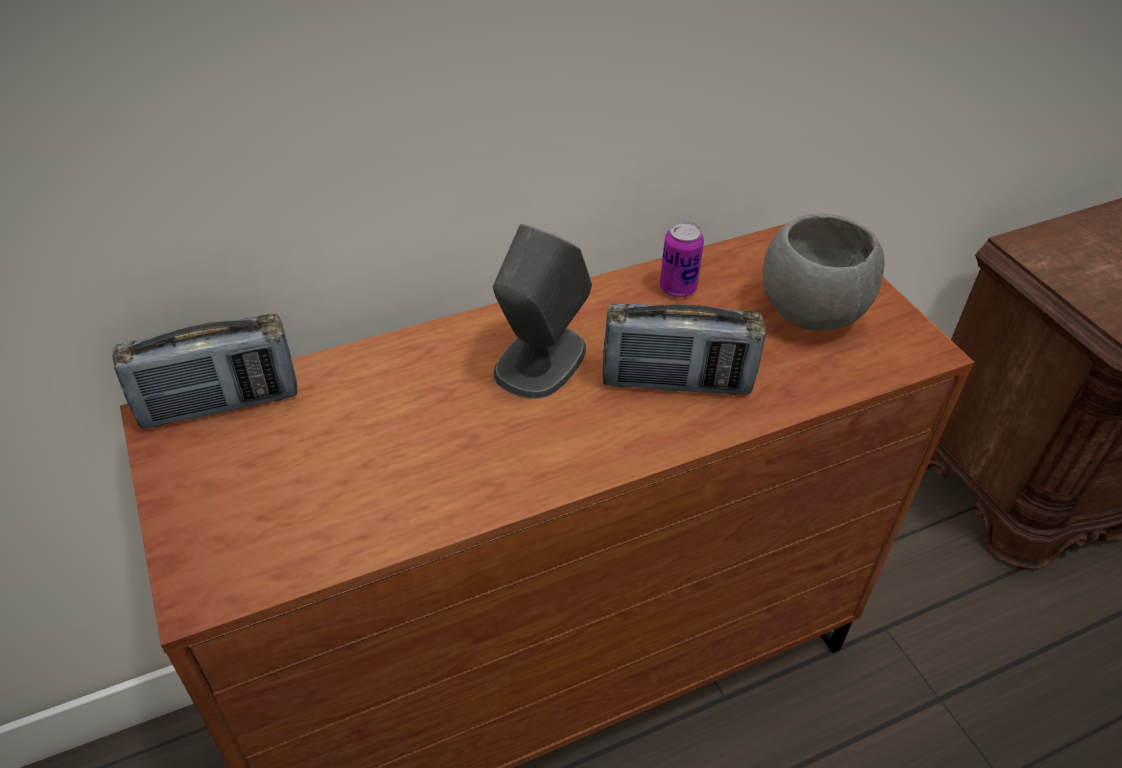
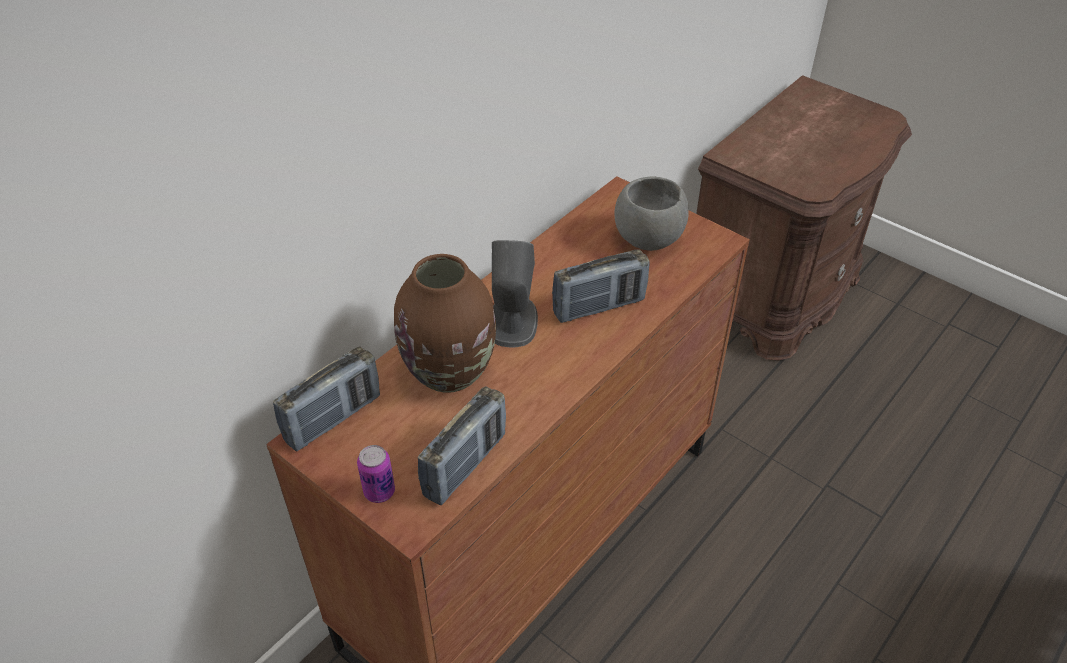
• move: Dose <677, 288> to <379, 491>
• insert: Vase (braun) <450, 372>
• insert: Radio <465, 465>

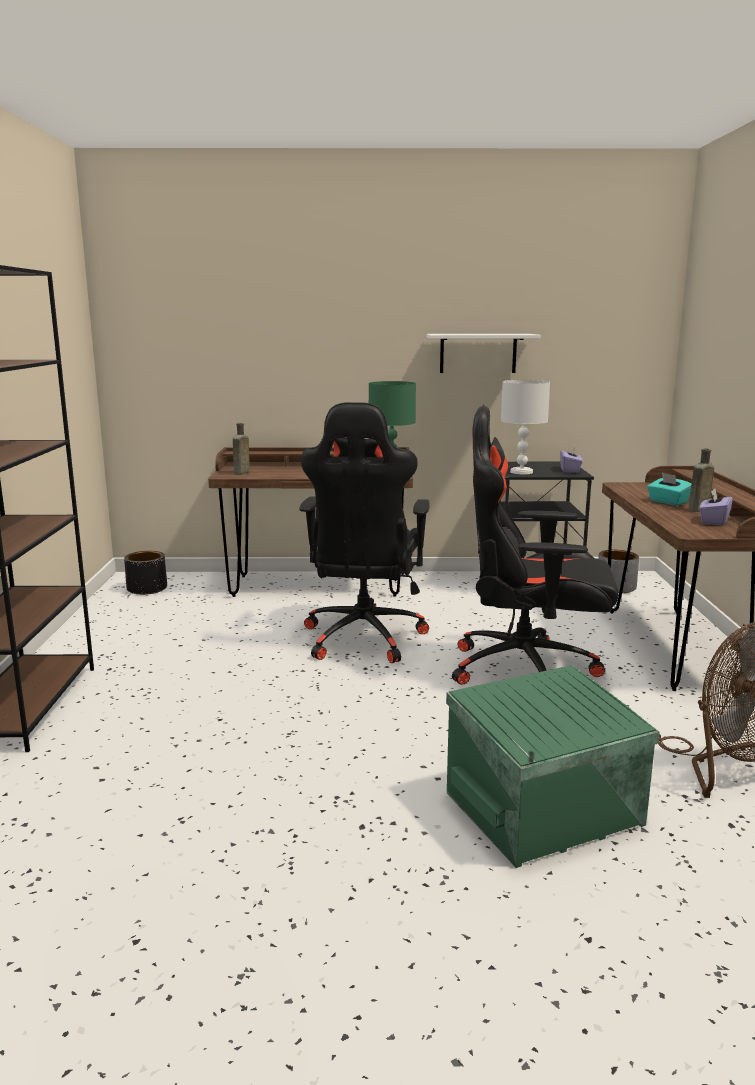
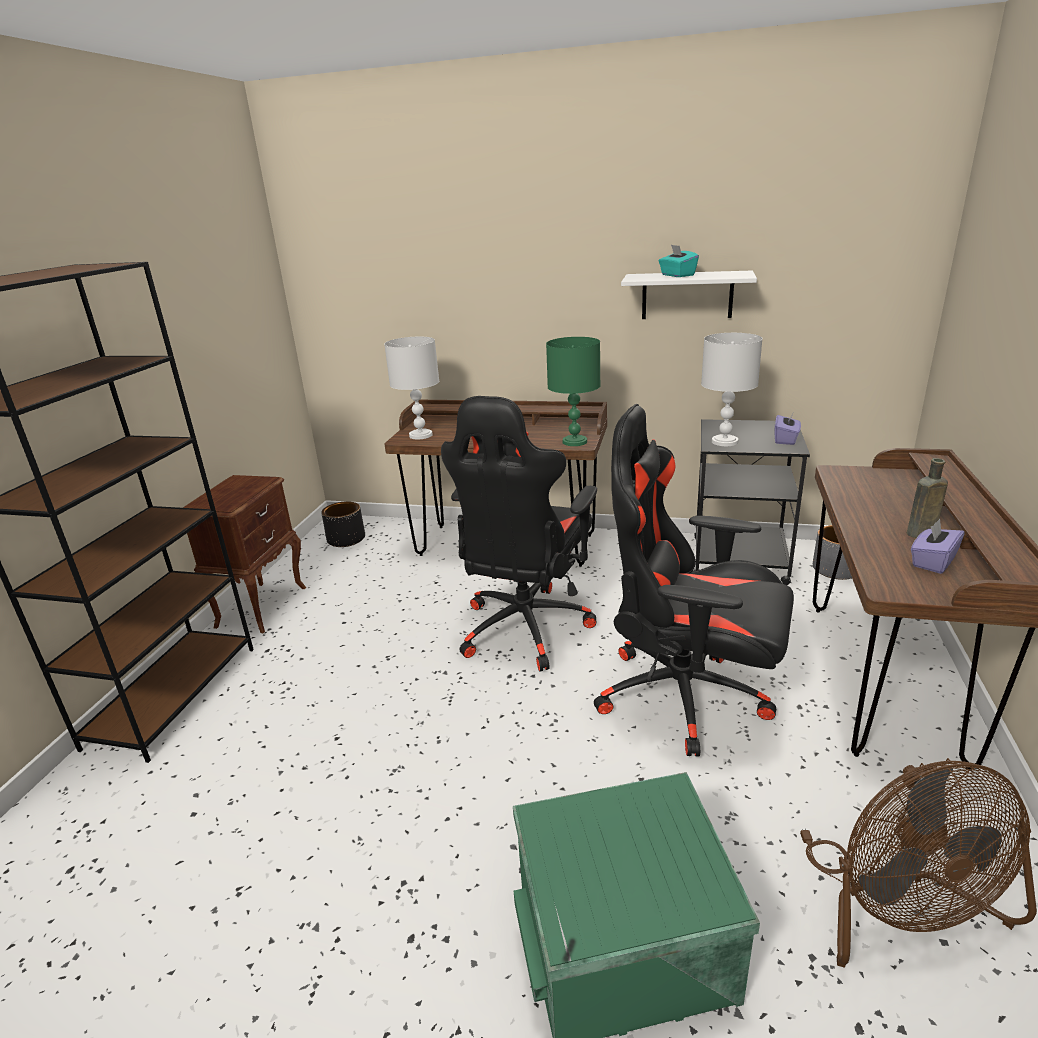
• replace: Flasche (braun) <241, 473> to Tischlampe (weiß) <421, 435>
• move: Taschentuchbox (türkis) <667, 502> to <677, 275>
• insert: Nachttisch (braun) <262, 607>

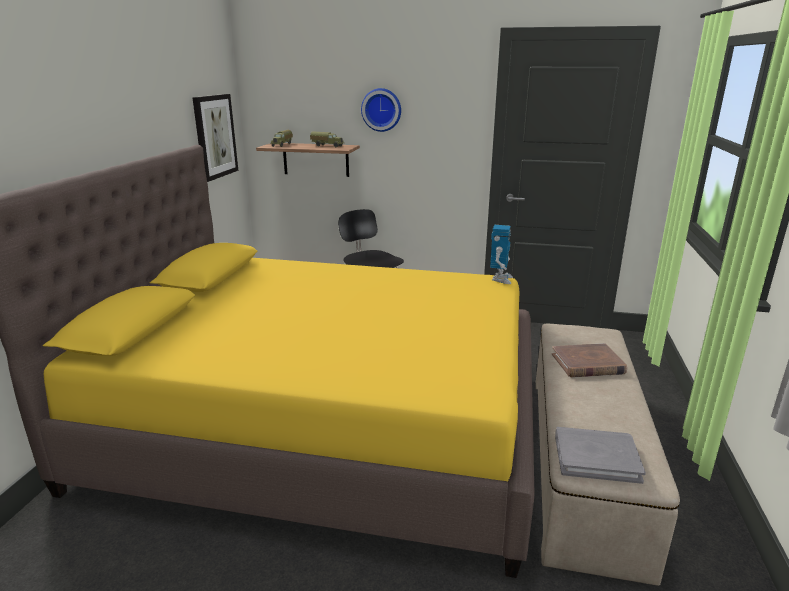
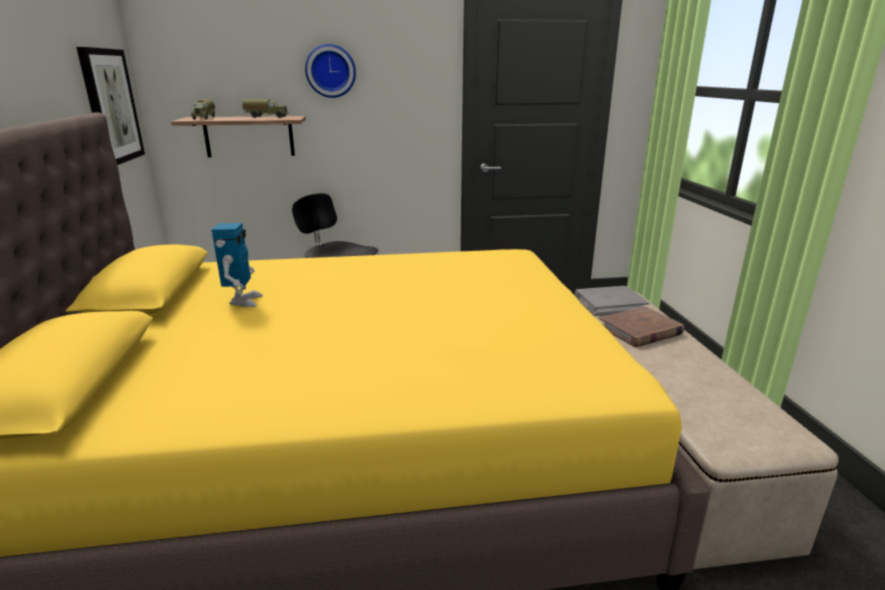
• move: Spielzeugroboter <500, 279> to <243, 301>
• move: Buch (grau) <596, 457> to <609, 304>

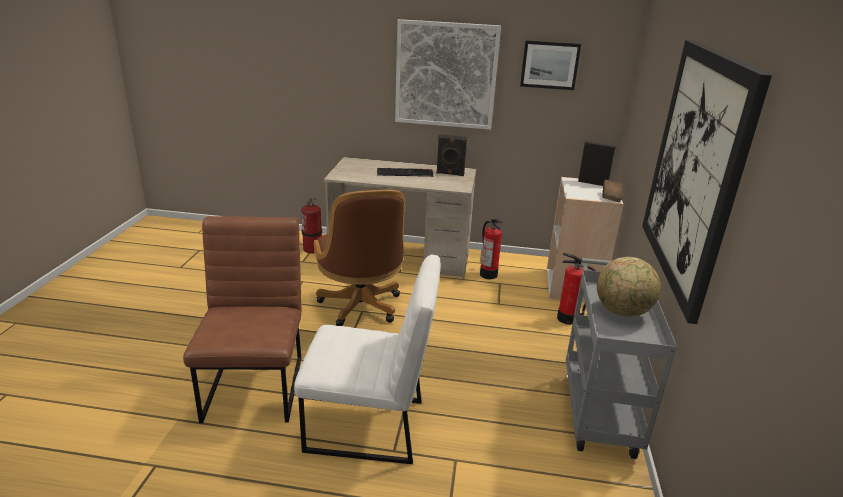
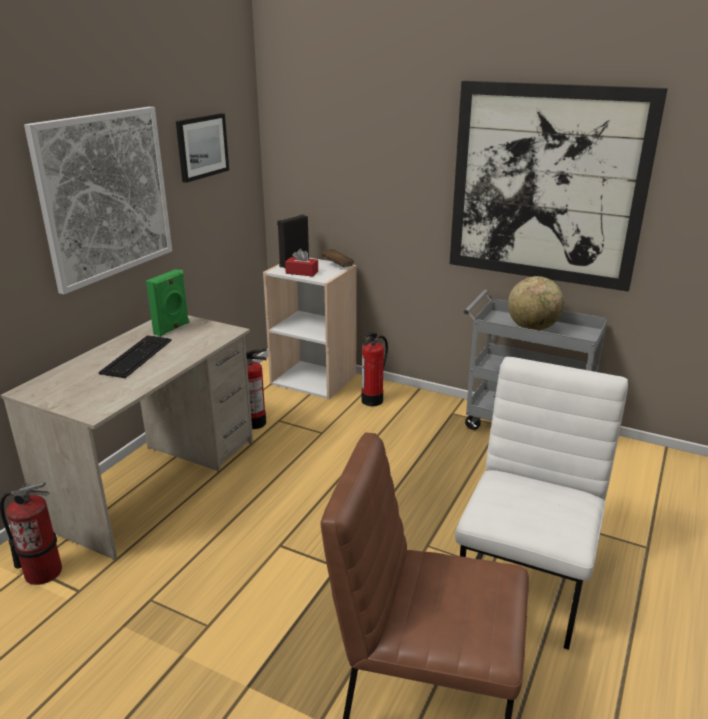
• recolor: Lautsprecher (schwarz) <450, 174> to Lautsprecher (grün) <172, 328>
• delete: Bürostuhl (braun) <362, 310>
• insert: Taschentuchbox (rot) <302, 272>

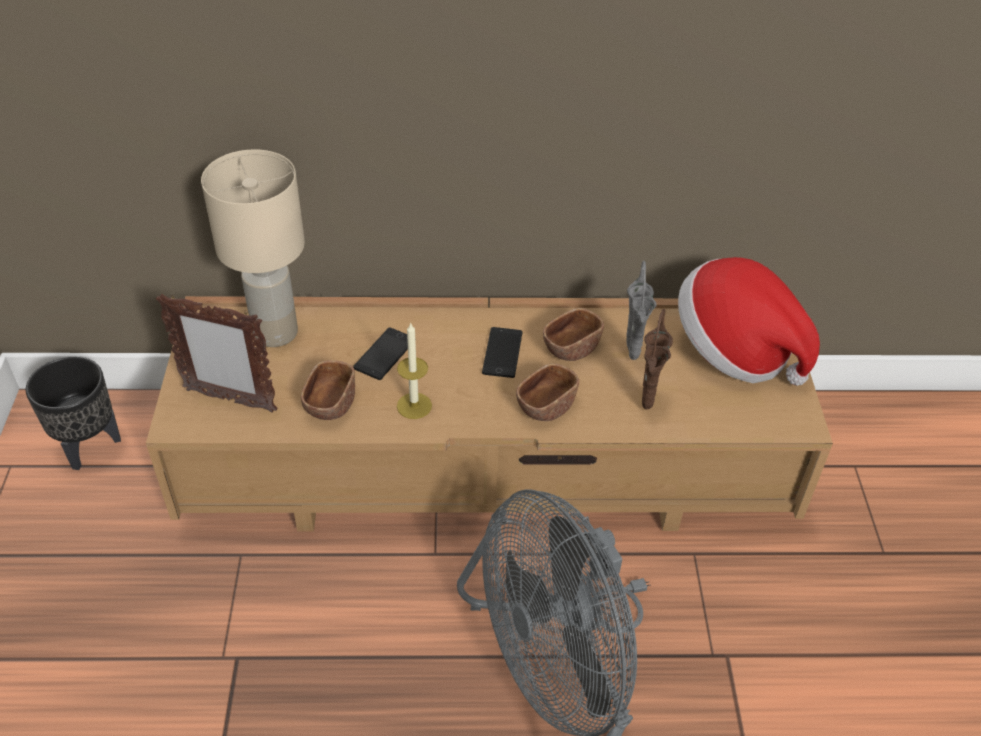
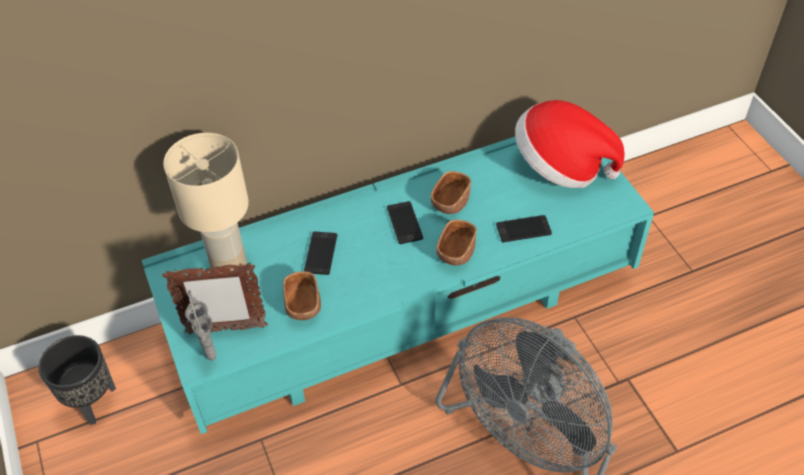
• move: Vase (grau) <632, 358> to <211, 358>
• recolor: Fernsehschrank (braun) <489, 462> to Fernsehschrank (türkis) <404, 303>
• replace: Vase (braun) <646, 407> to Handy <523, 229>
• delete: Kerze <414, 406>

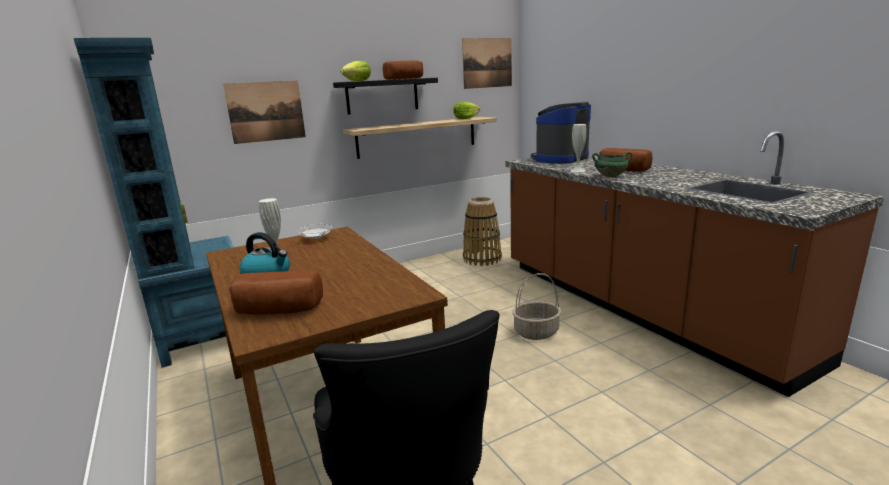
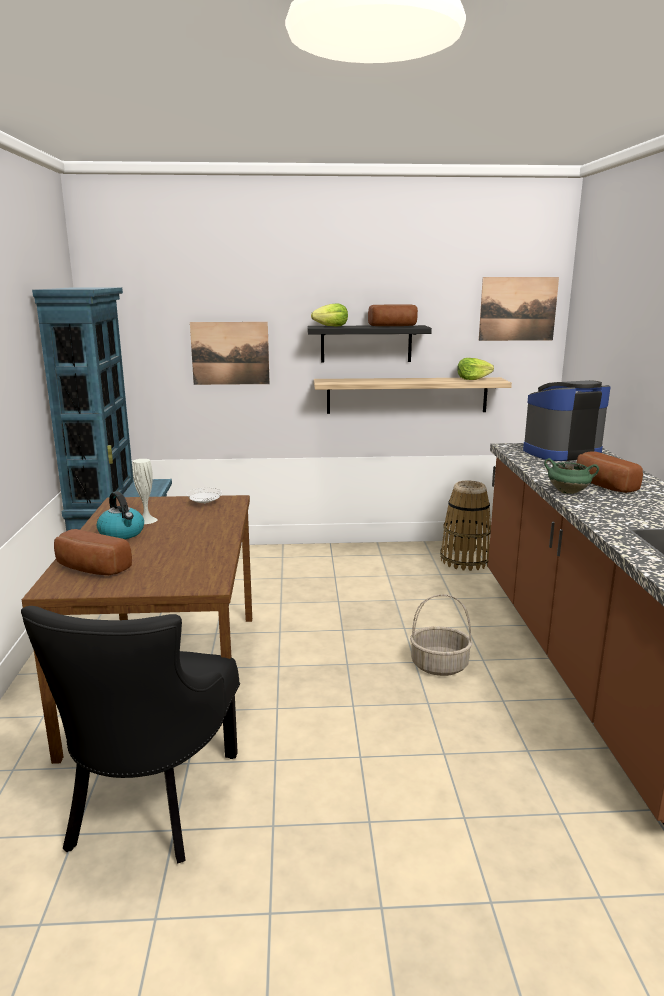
• delete: Vase (weiß) <577, 170>

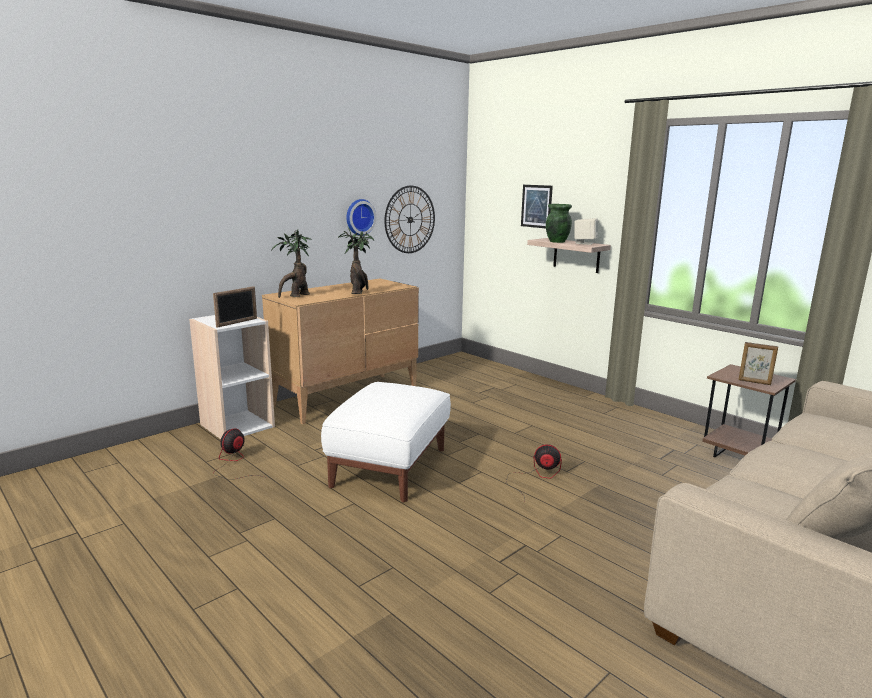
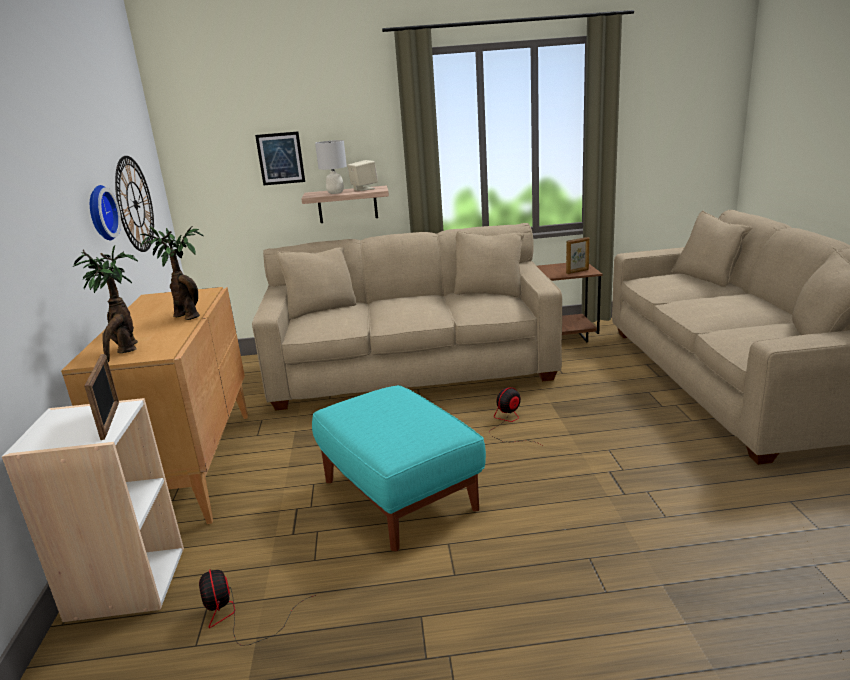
• replace: Vase (grün) <557, 241> to Tischlampe (grau) <335, 193>
• recolor: Polsterhocker (weiß) <389, 467> to Polsterhocker (türkis) <399, 495>
• insert: Sofa (beige) <412, 370>

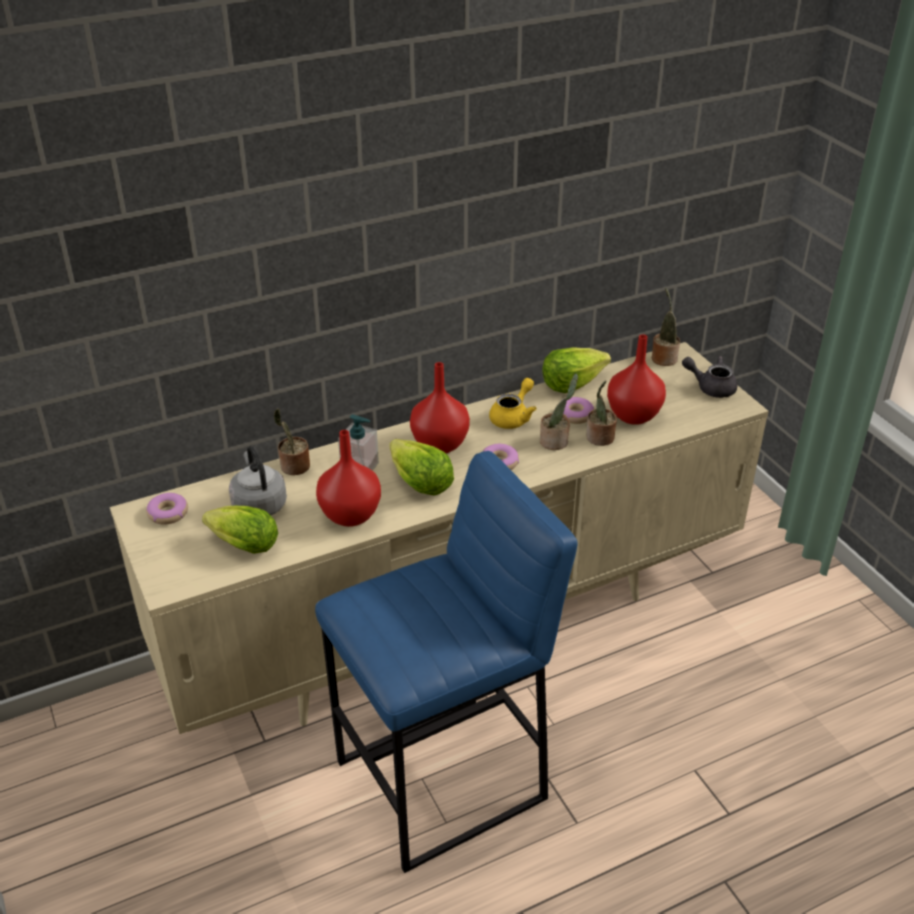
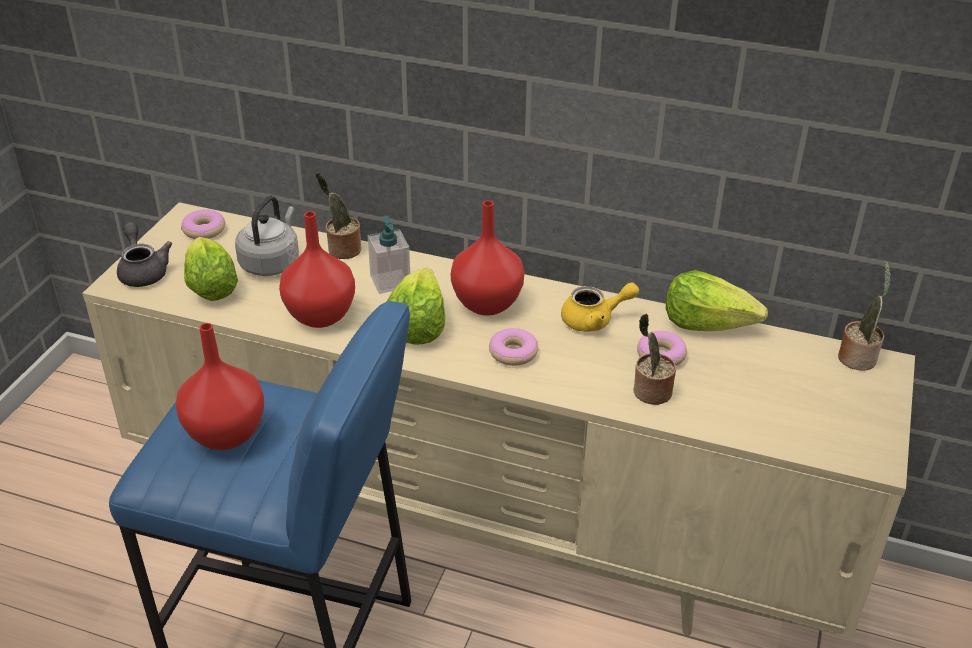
• move: Vase (rot) <634, 415> to <227, 435>
• move: Teekanne (grau) <711, 387> to <143, 271>
• delete: Topfpflanze <556, 441>

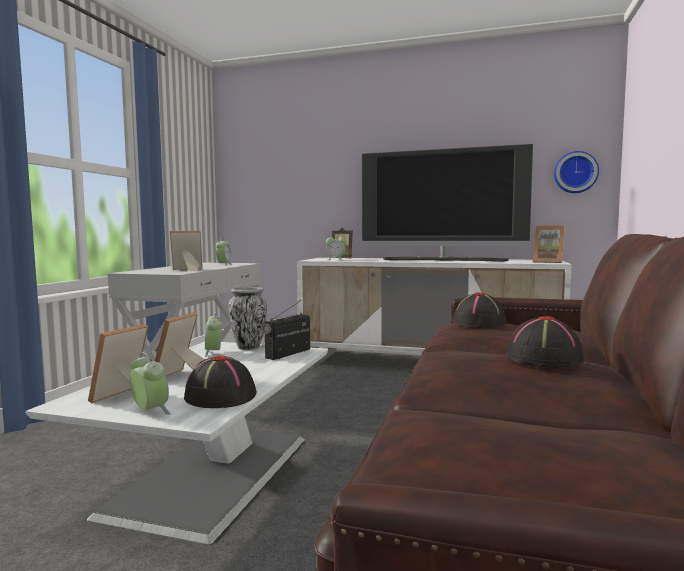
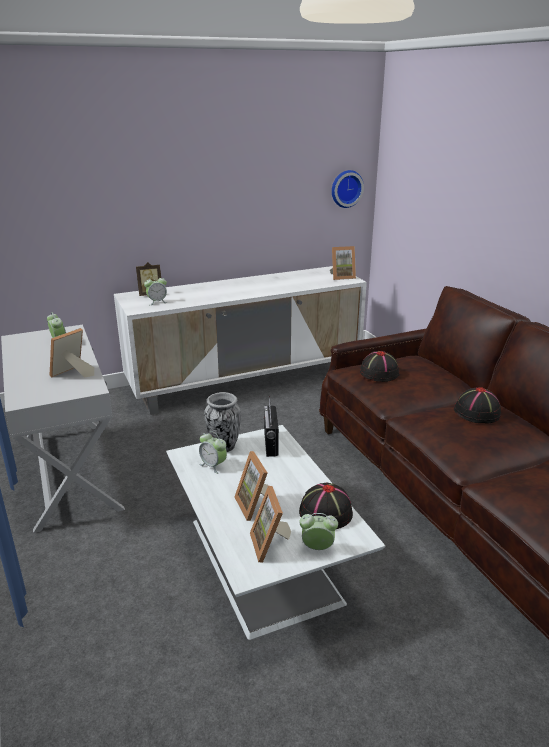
• delete: Fernseher <443, 260>

